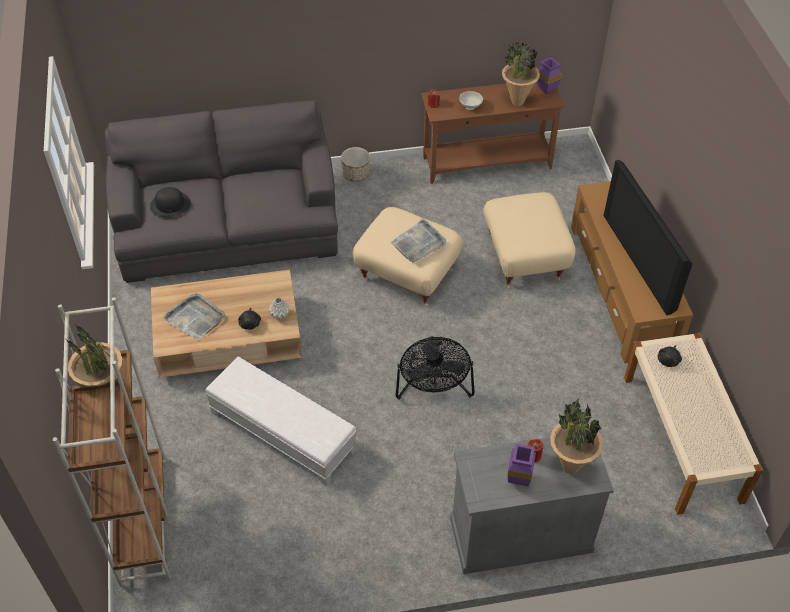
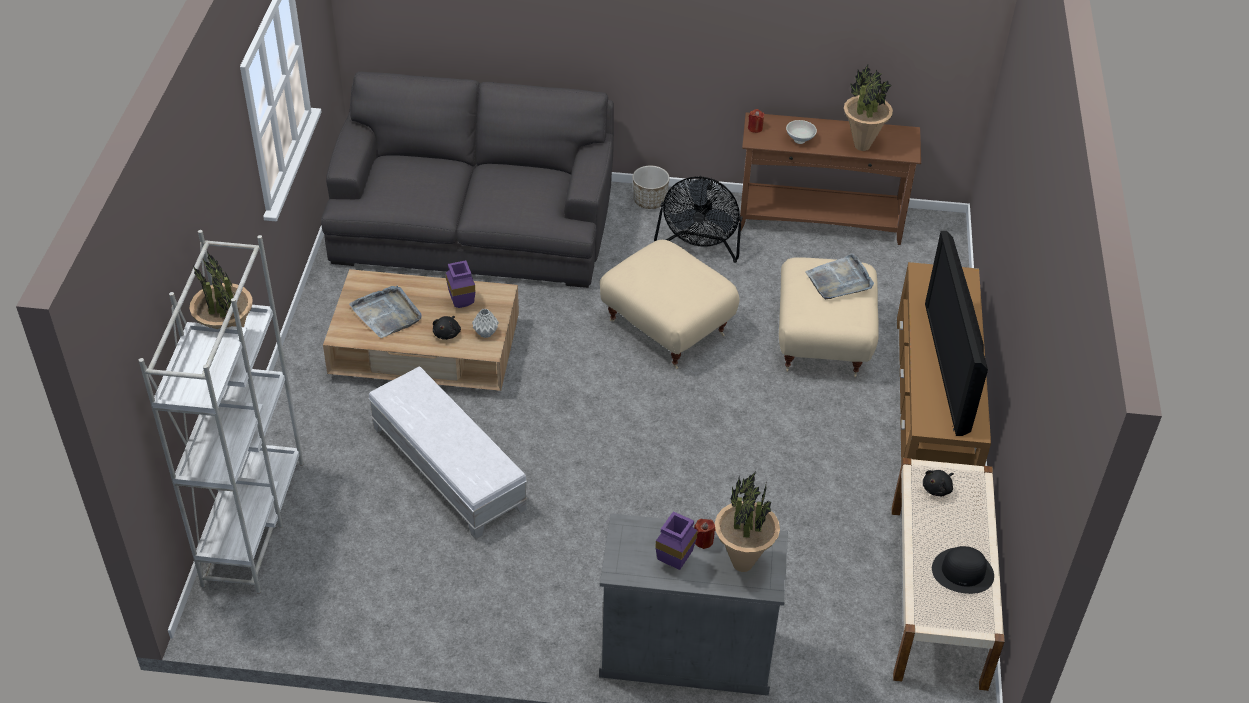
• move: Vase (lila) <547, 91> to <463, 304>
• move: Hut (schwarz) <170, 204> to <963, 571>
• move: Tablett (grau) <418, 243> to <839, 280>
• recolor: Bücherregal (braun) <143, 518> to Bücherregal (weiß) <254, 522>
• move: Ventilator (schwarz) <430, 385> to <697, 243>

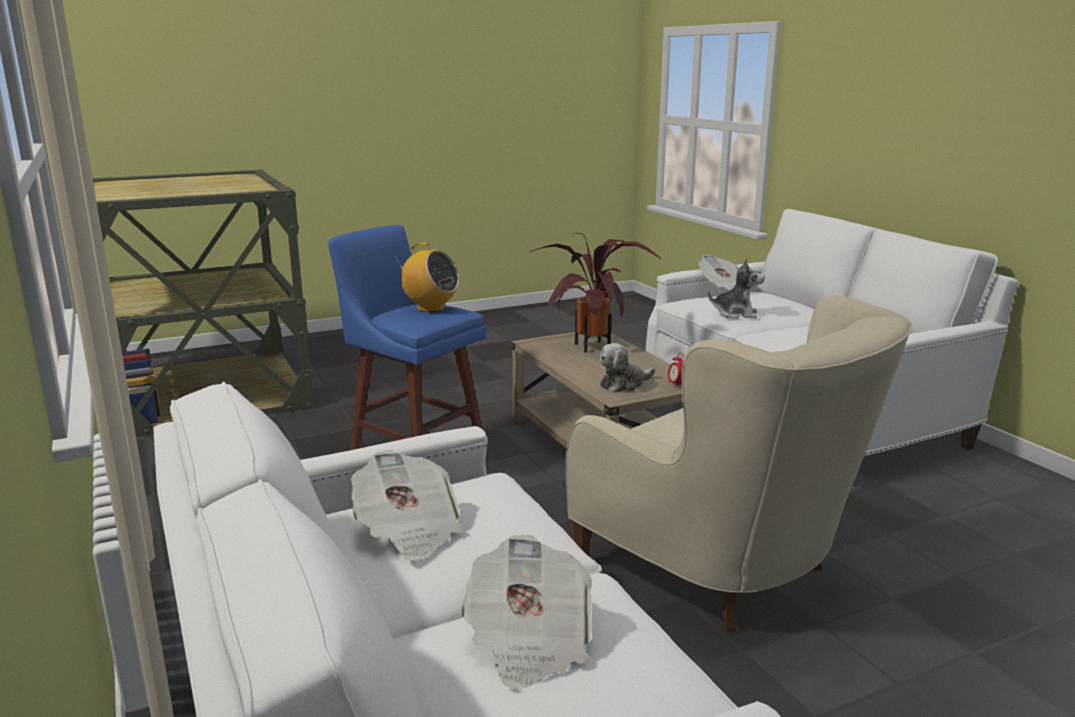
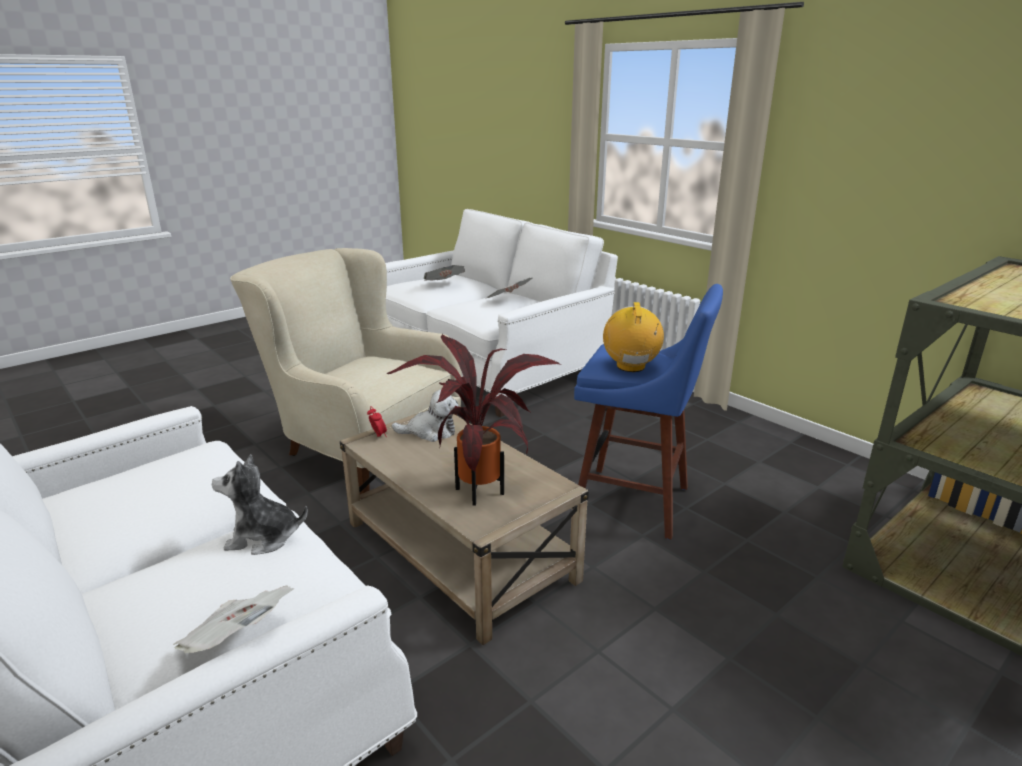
• rotate: Radio <430, 308> = <631, 366> 75 degrees clockwise
• rotate: Plüschtier <624, 384> = <430, 432> 45 degrees clockwise

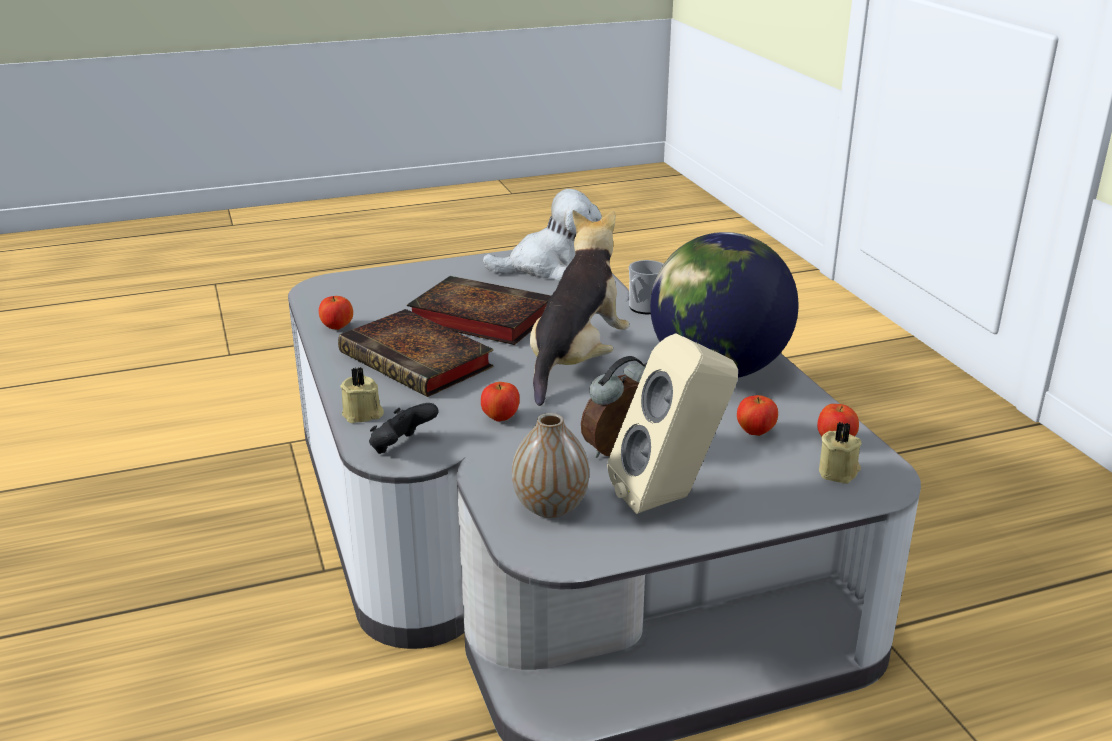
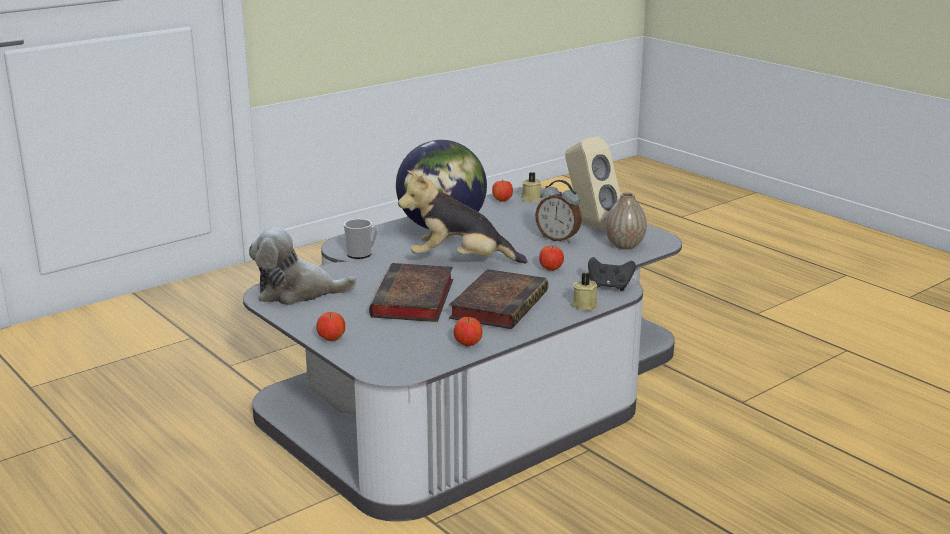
• rotate: Plüschtier <550, 267> = <297, 292> 60 degrees counterclockwise
• move: Apfel <755, 432> to <331, 339>

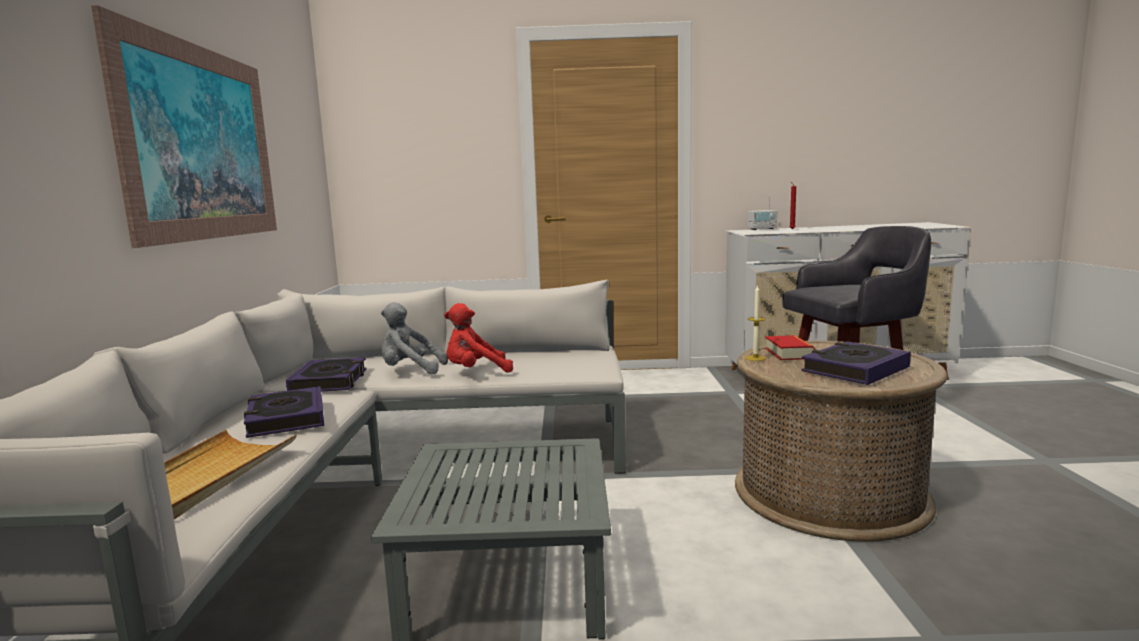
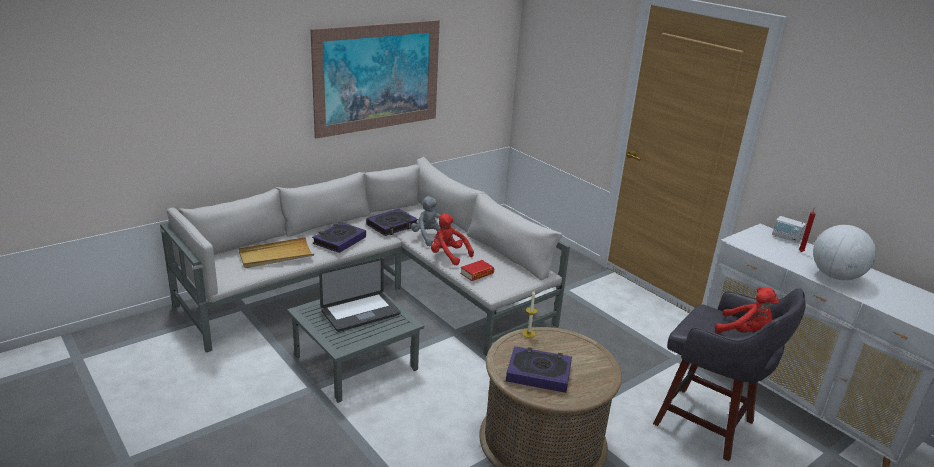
• move: Buch <789, 353> to <477, 273>
• insert: Globus <835, 276>
• insert: Laptop <360, 313>
• insert: Plüschtier (rot) <745, 332>

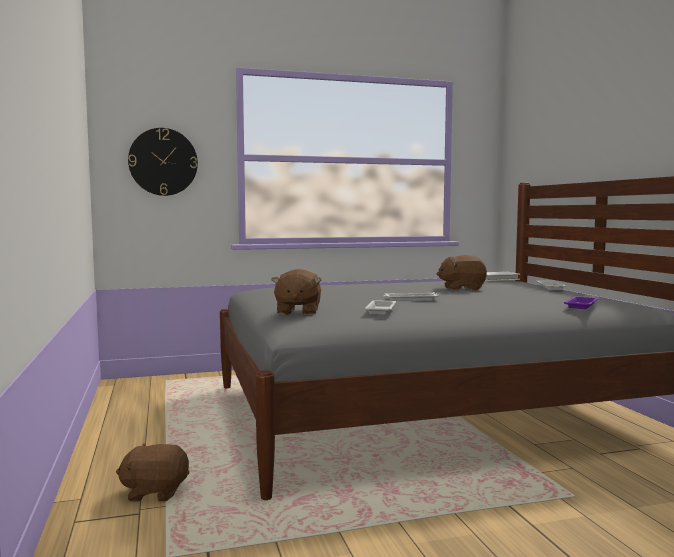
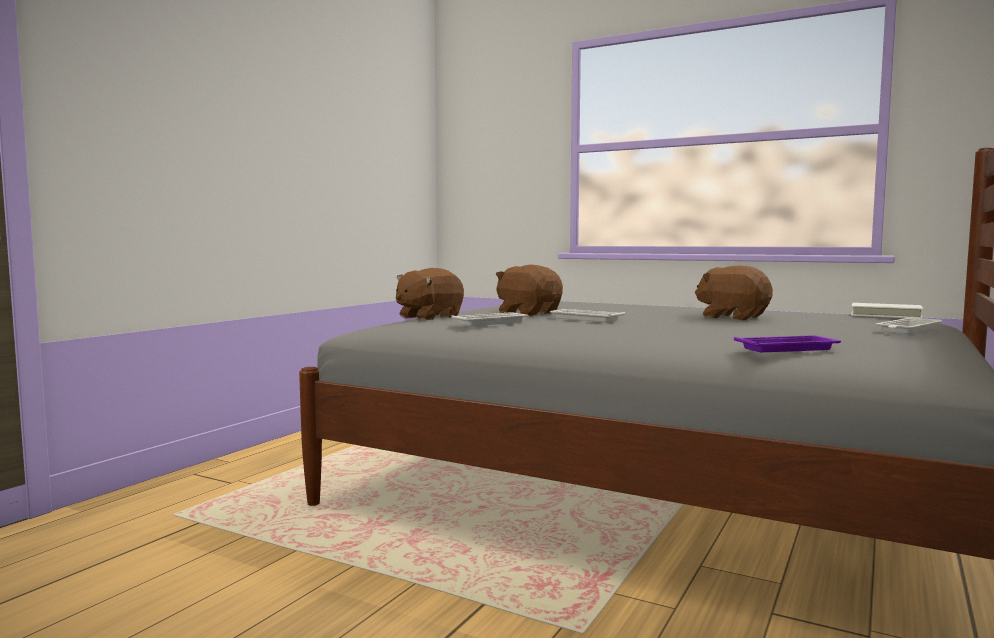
• delete: Wanduhr <163, 162>
• move: Plüschtier (braun) <155, 492> to <528, 313>

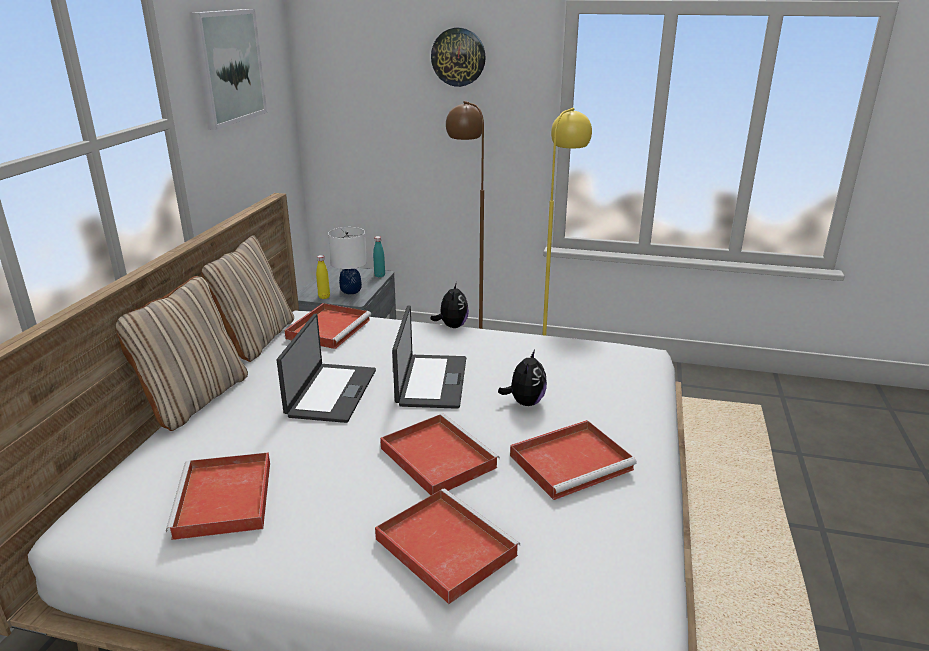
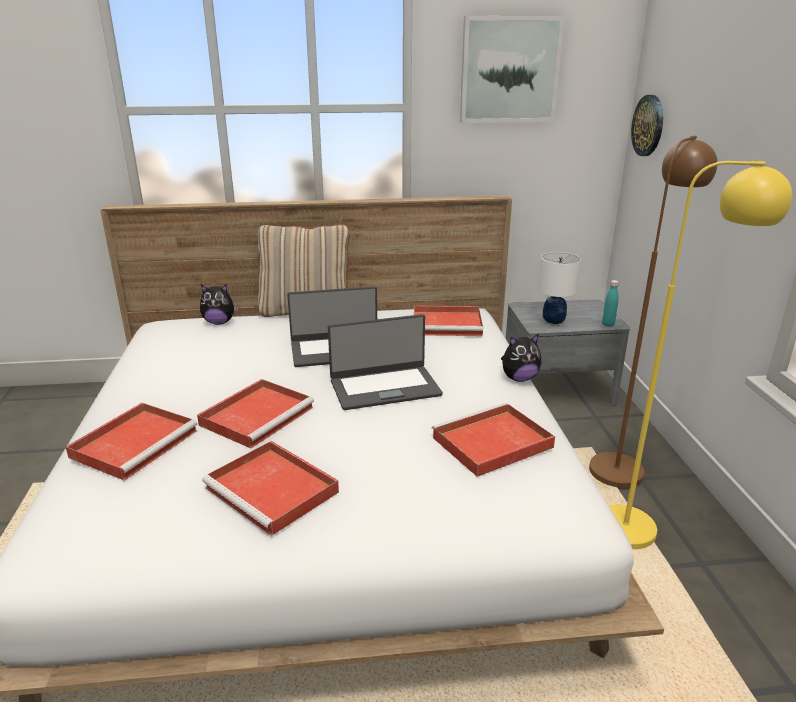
• move: Wanduhr <458, 57> to <648, 125>
• delete: Kissen (beige) <255, 339>
• delete: Flasche (gelb) <324, 297>
• move: Plüschtier <525, 402> to <219, 322>
• move: Tablett (rot) <224, 500> to <491, 443>

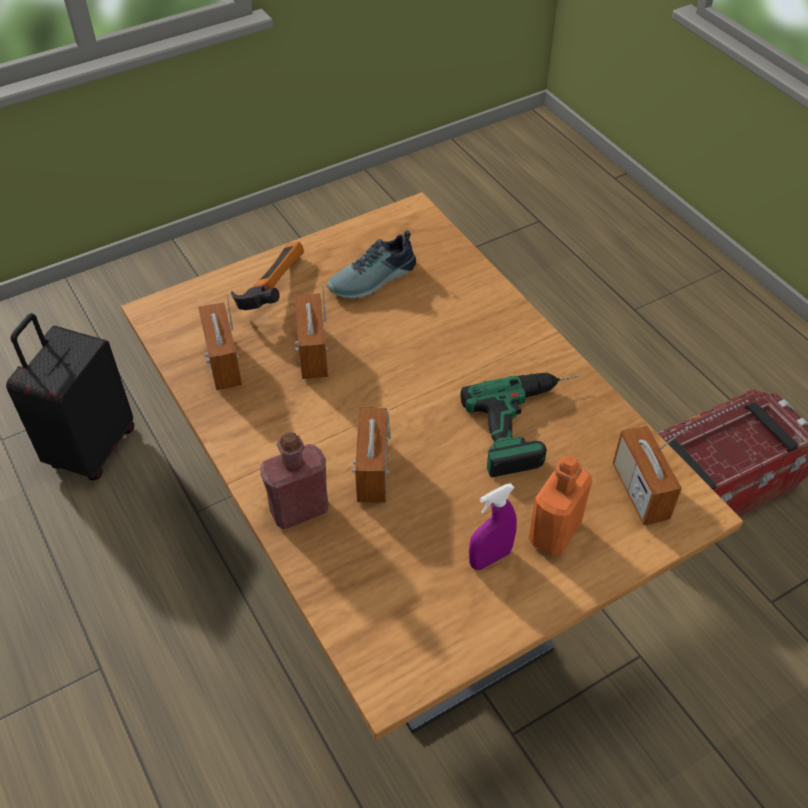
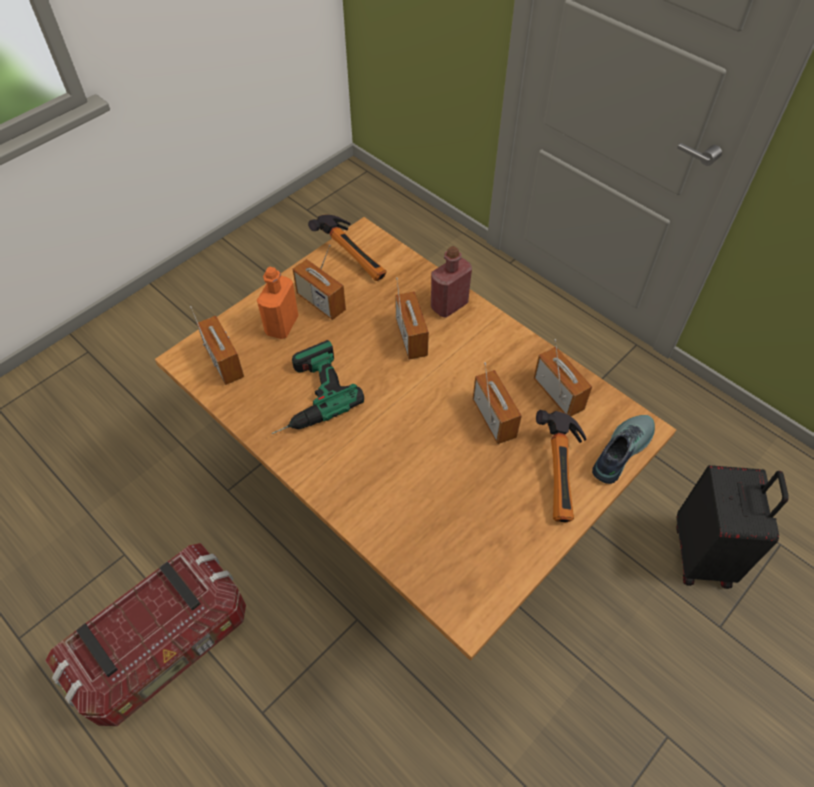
• move: Schuh <374, 280> to <620, 450>
• replace: Sprühflasche (lila) <490, 558> to Radio <321, 302>
• insert: Hammer <355, 256>

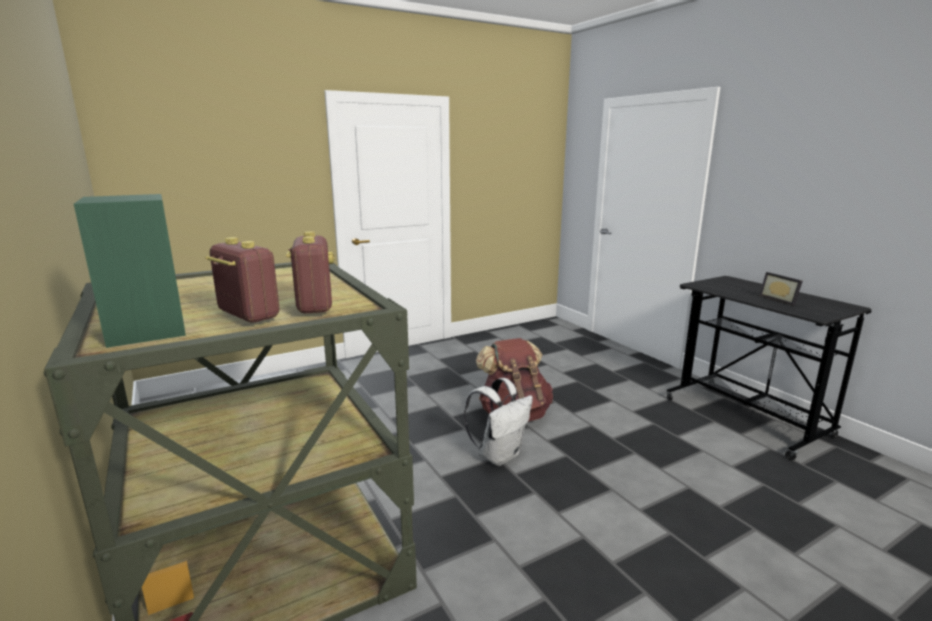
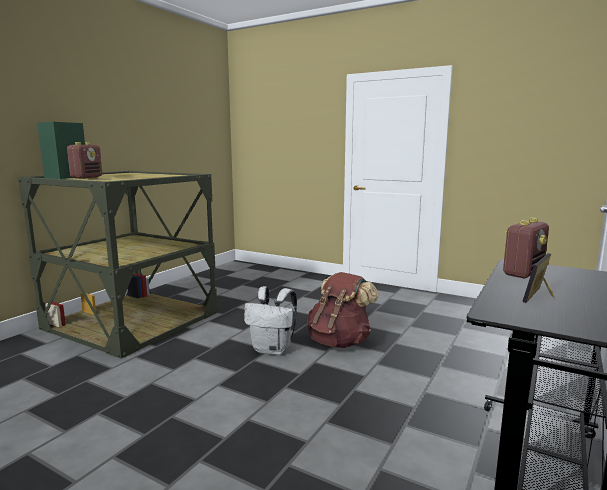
• move: Radio <314, 305> to <523, 273>

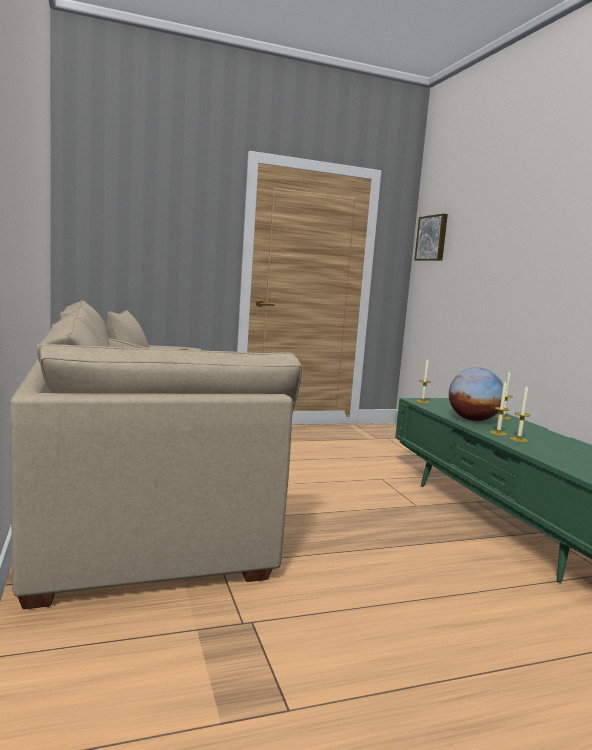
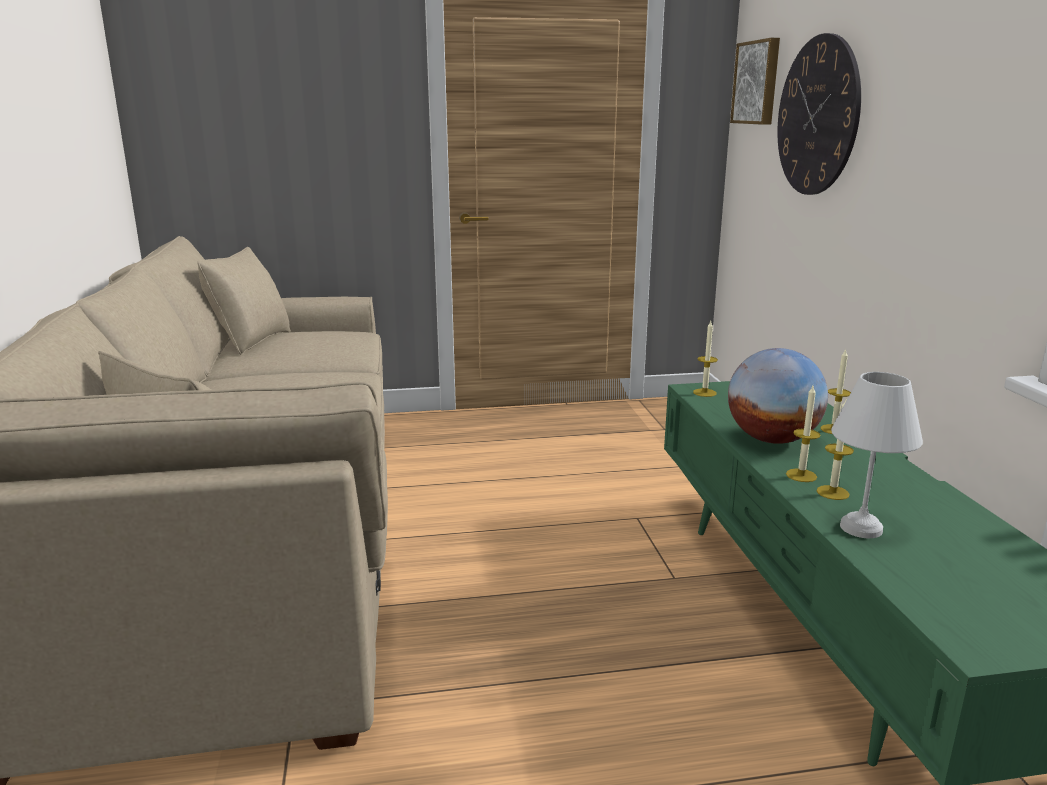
• insert: Wanduhr <817, 116>
• insert: Tischlampe (weiß) <859, 527>

